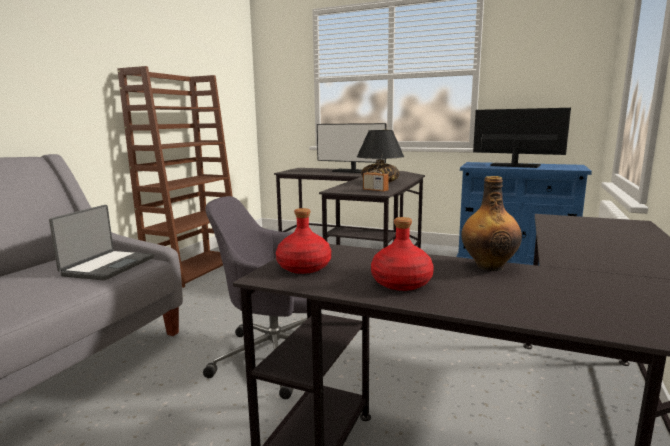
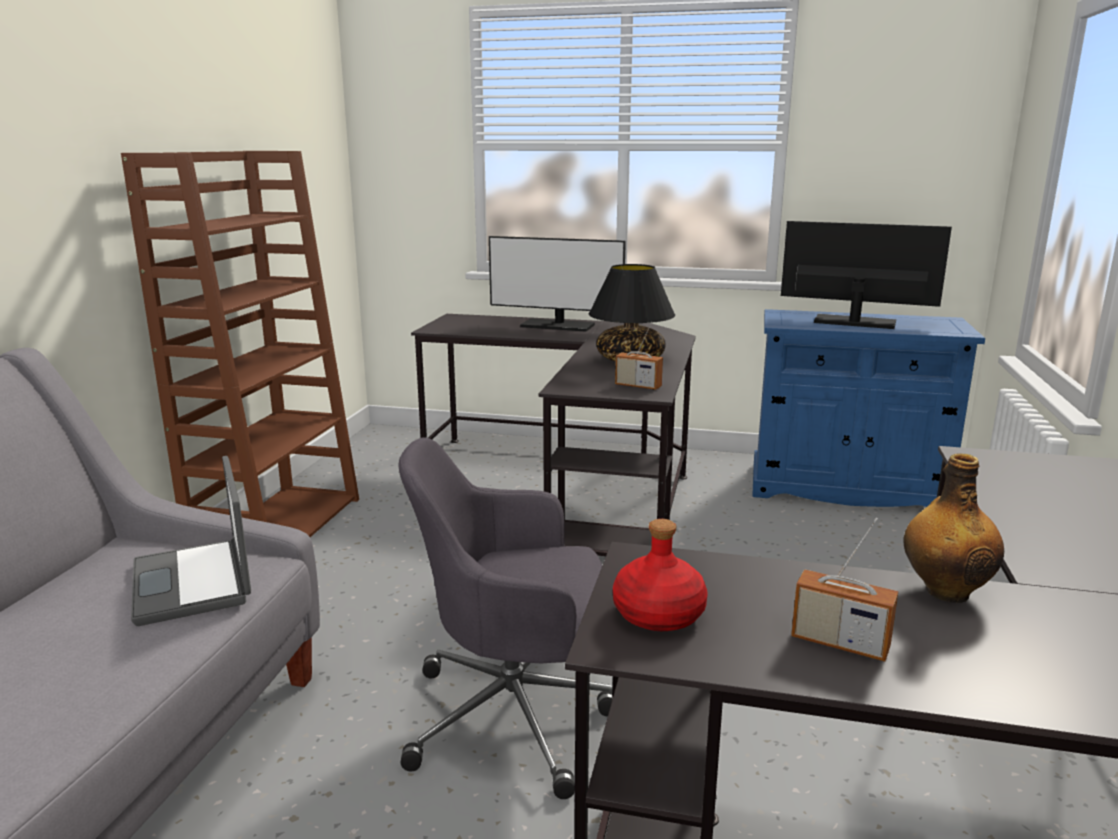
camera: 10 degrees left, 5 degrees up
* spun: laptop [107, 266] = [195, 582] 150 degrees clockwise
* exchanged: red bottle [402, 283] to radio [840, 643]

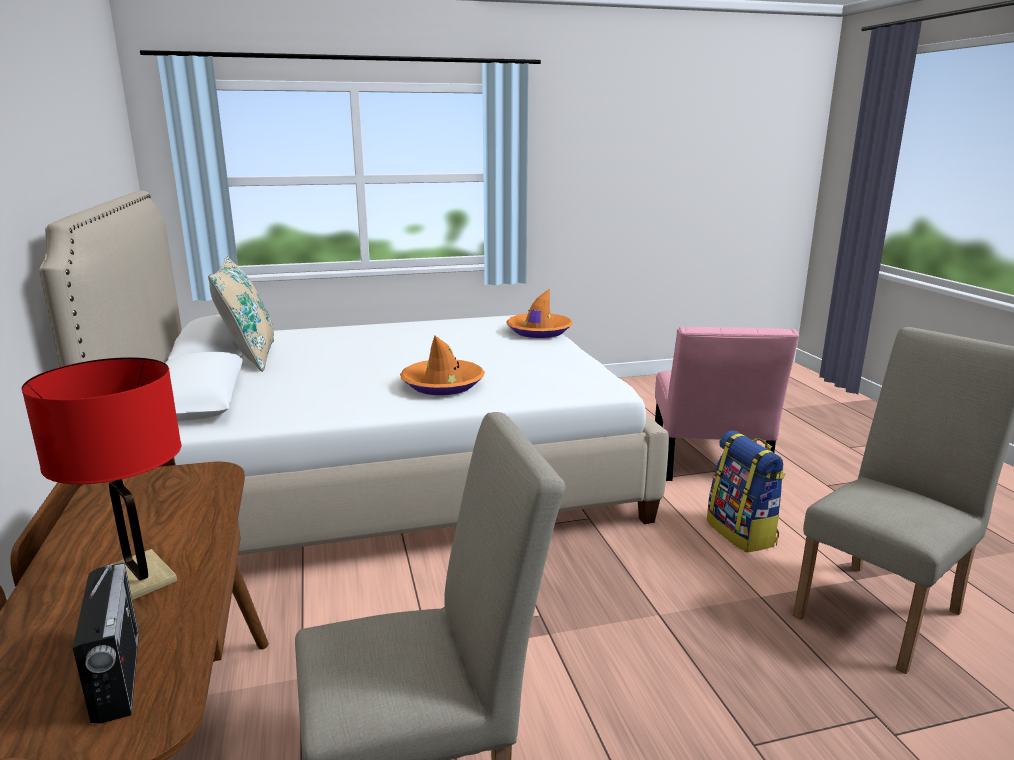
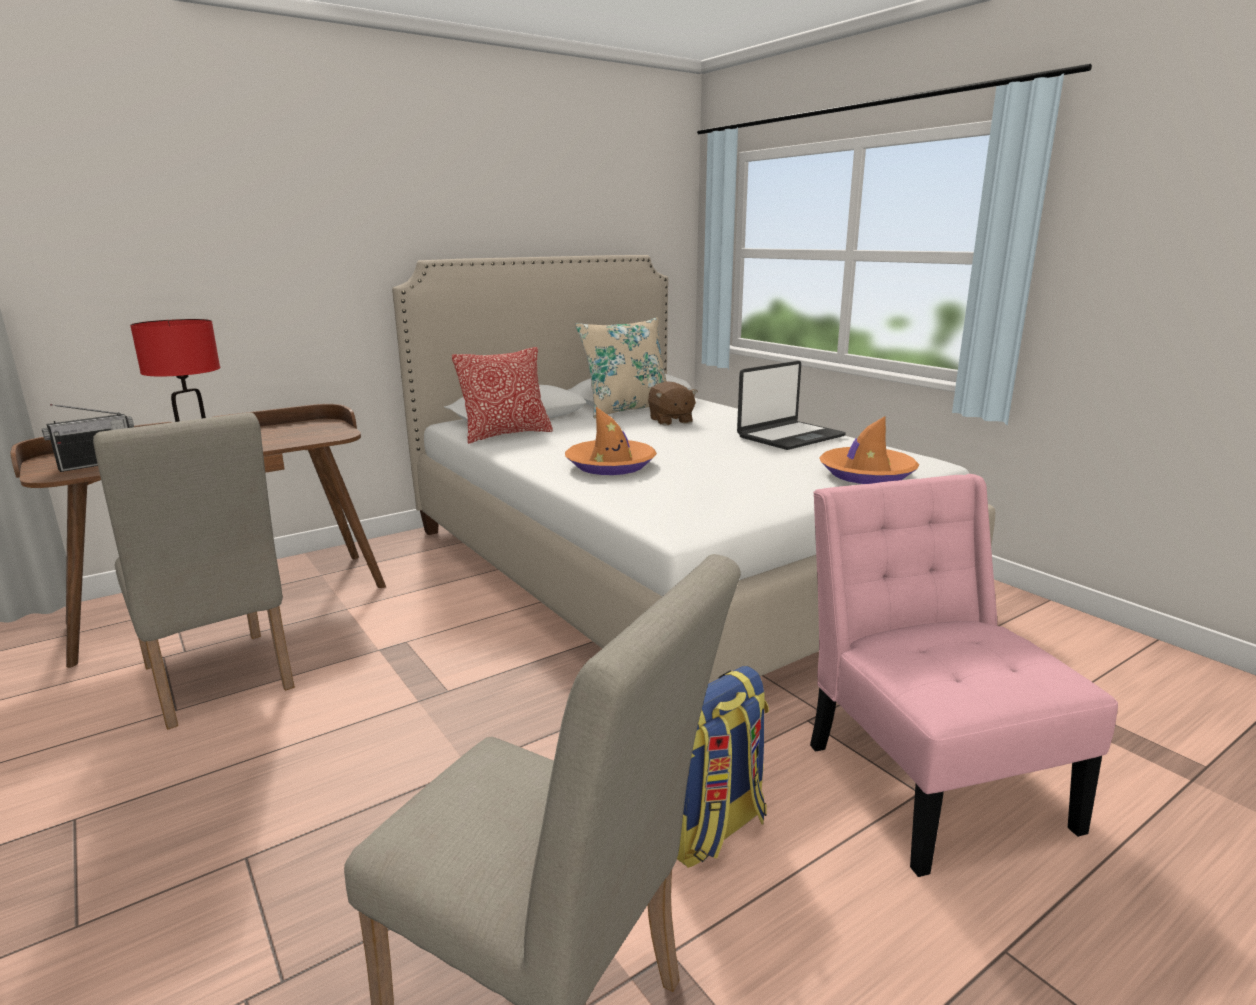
camera: 70 degrees right, 0 degrees up
* appeared: pillow [506, 434]
* appeared: brown plush toy [670, 421]
* appeared: laptop [789, 437]
* spun: pink chair [709, 464] = [928, 776] 90 degrees clockwise

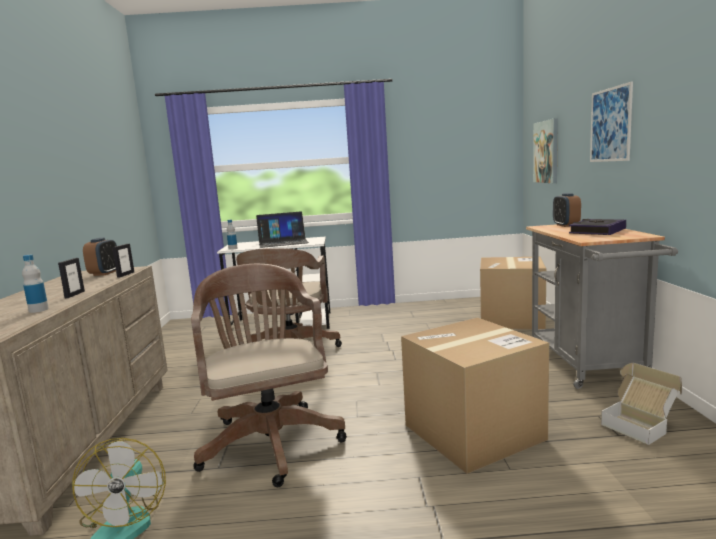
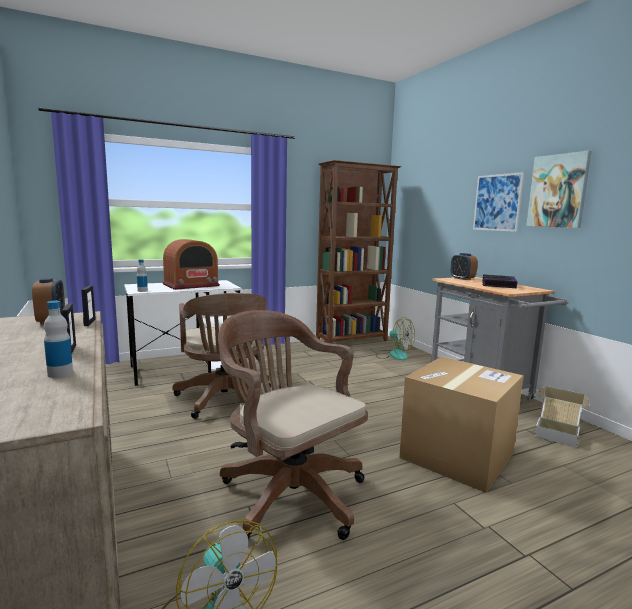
camera: 25 degrees left, 0 degrees up
* exchanged: laptop [283, 242] to radio [191, 285]
* appeared: brown bookcase [352, 341]
* exchanged: cardboard box [511, 319] to fan [393, 355]
* relocated: picture [546, 152] to [558, 191]

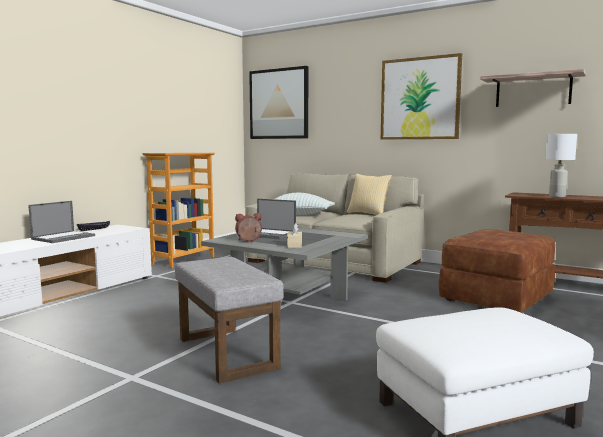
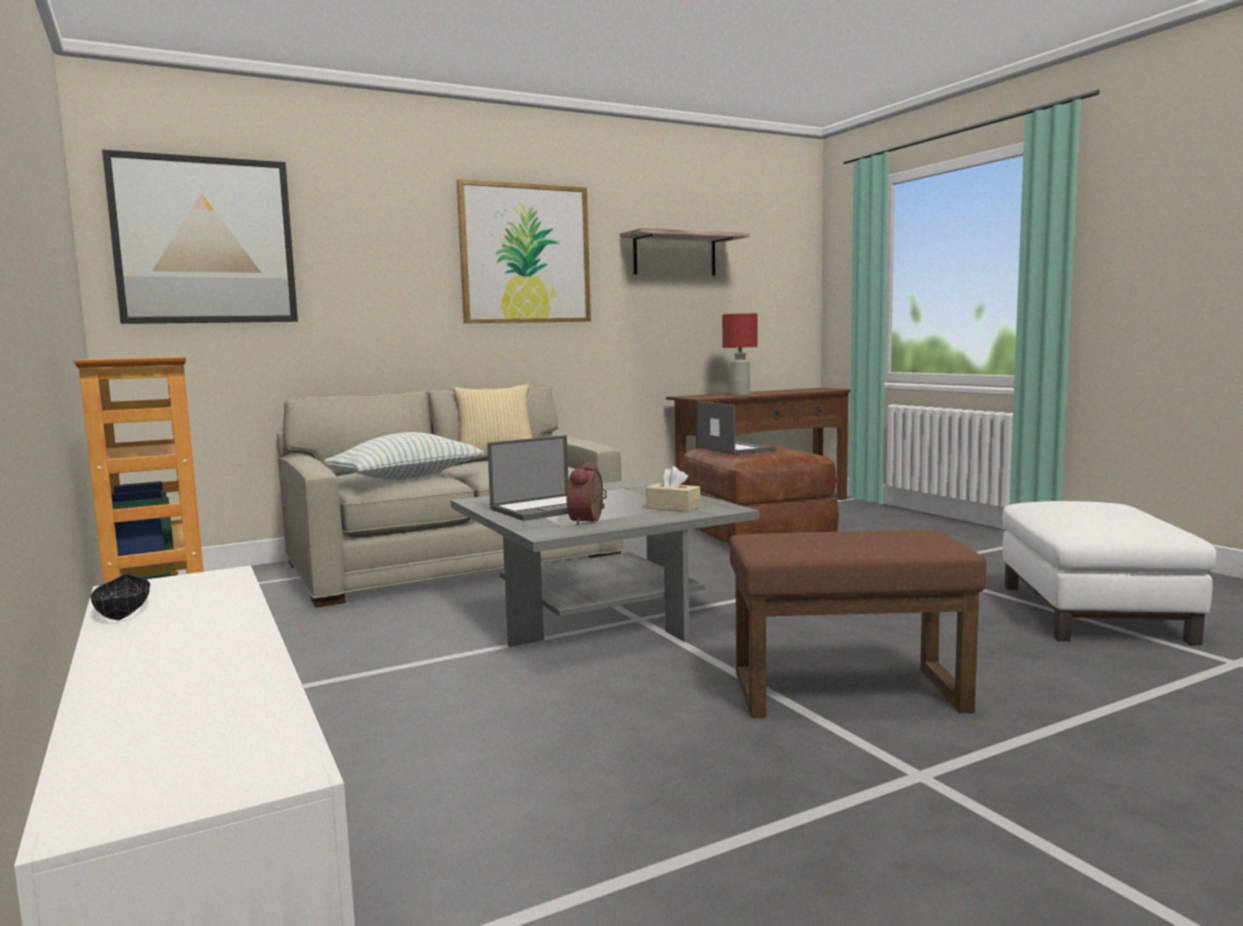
camera: 60 degrees left, 0 degrees up
* relocated: laptop [64, 237] to [734, 449]
* colour: white table lamp [556, 196] to red table lamp [739, 395]
* colour: grey ottoman [225, 352] to brown ottoman [845, 693]

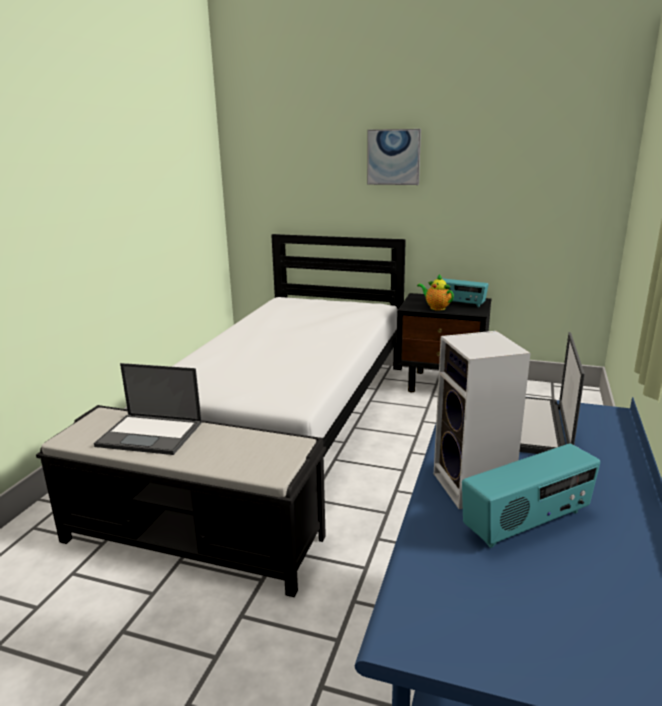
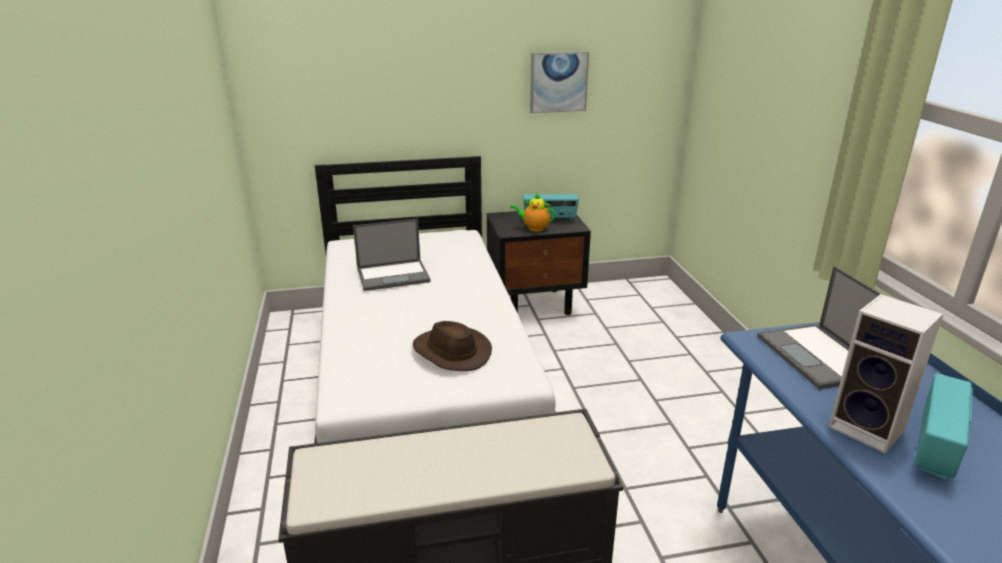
camera: 30 degrees left, 5 degrees up
* relocated: laptop [151, 434] to [394, 275]
* appeared: brown hat [450, 352]
* relocated: picture [393, 157] to [558, 82]

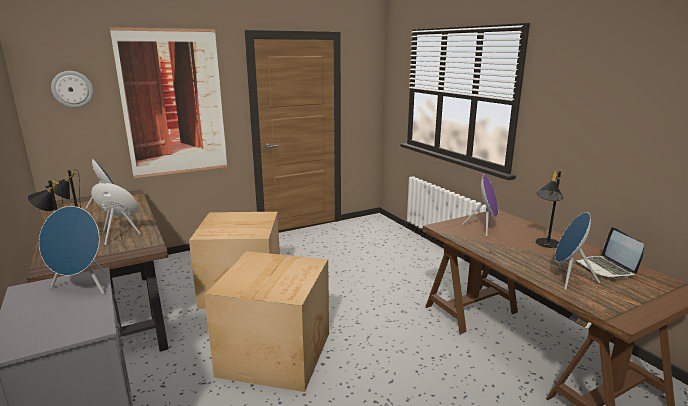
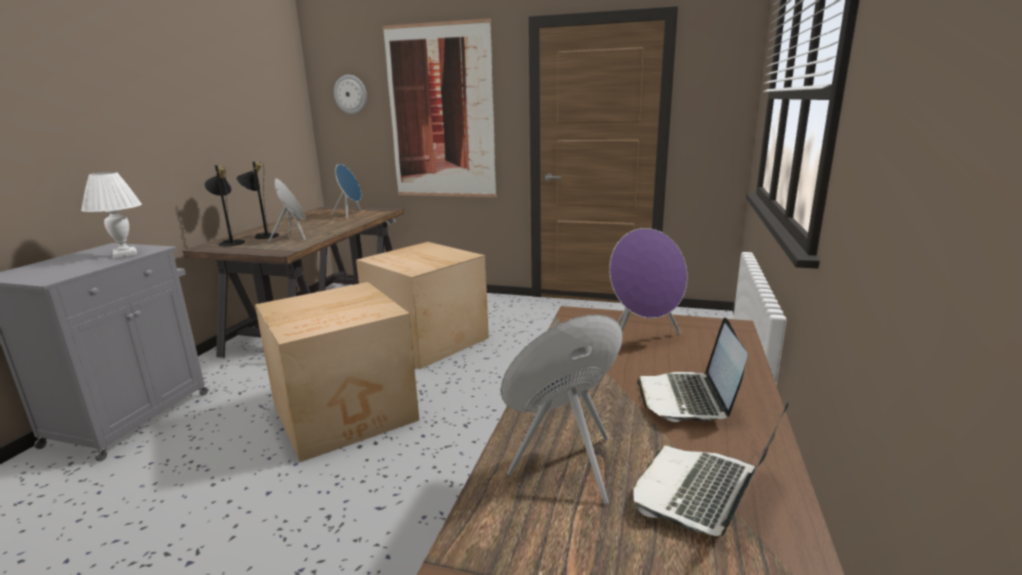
camera: 45 degrees right, 0 degrees up
* exchanged: blue speaker [82, 287] to white table lamp [125, 254]
* exchanged: black table lamp [545, 244] to laptop [688, 398]

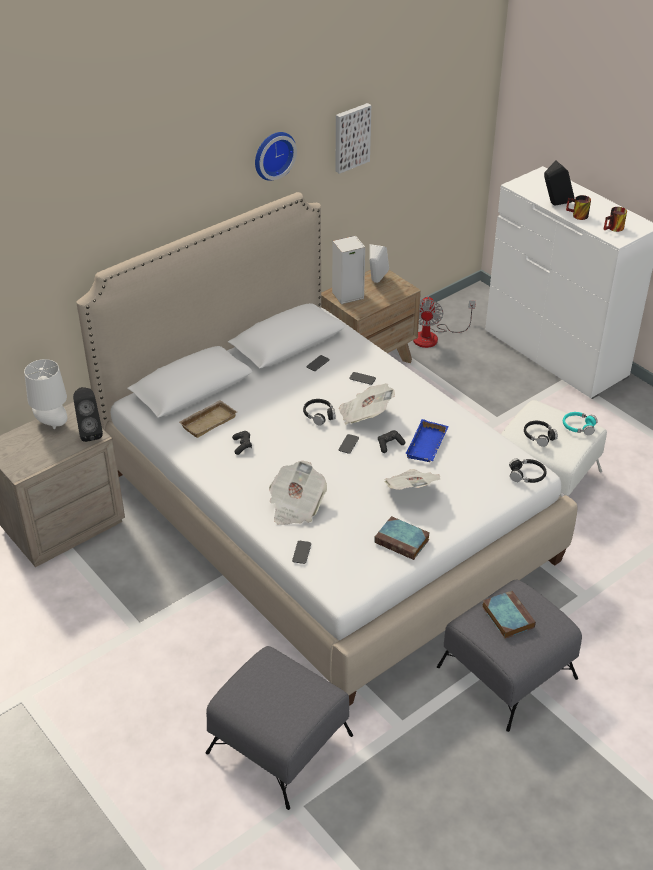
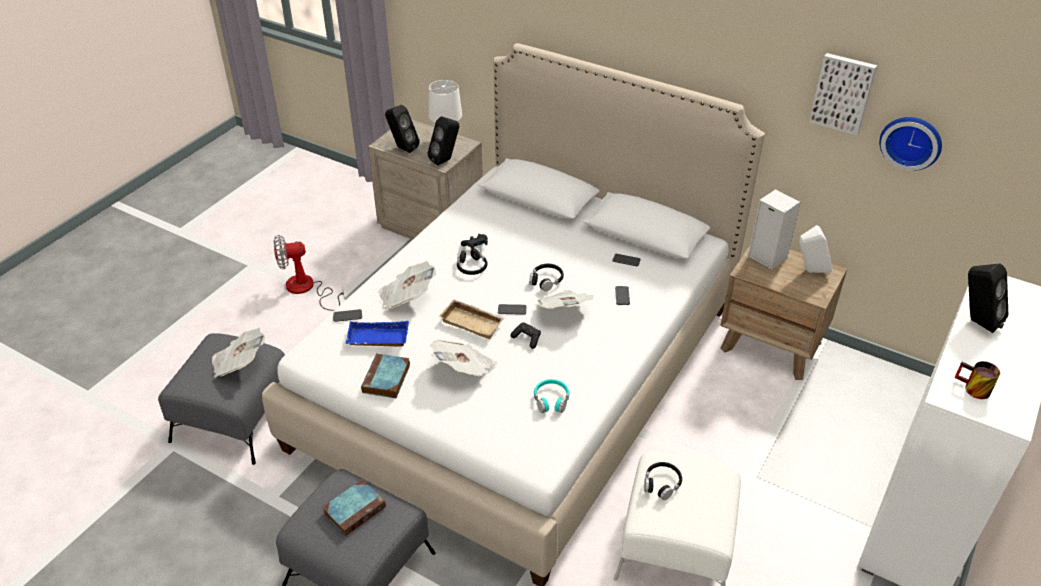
camera: 70 degrees right, 0 degrees up
* appeared: newspaper [239, 364]
* relocated: fan [433, 337] to [307, 289]
* relocated: blue tray [428, 446] to [377, 339]
* appeared: black speaker [402, 148]
* relocated: beige tray [208, 421] to [473, 322]
* relocated: black headphones [527, 475] to [471, 267]
* relocated: turquoise headphones [578, 427] to [551, 400]
* relocated: wall clock [272, 154] to [911, 141]
* missing: mug [577, 215]

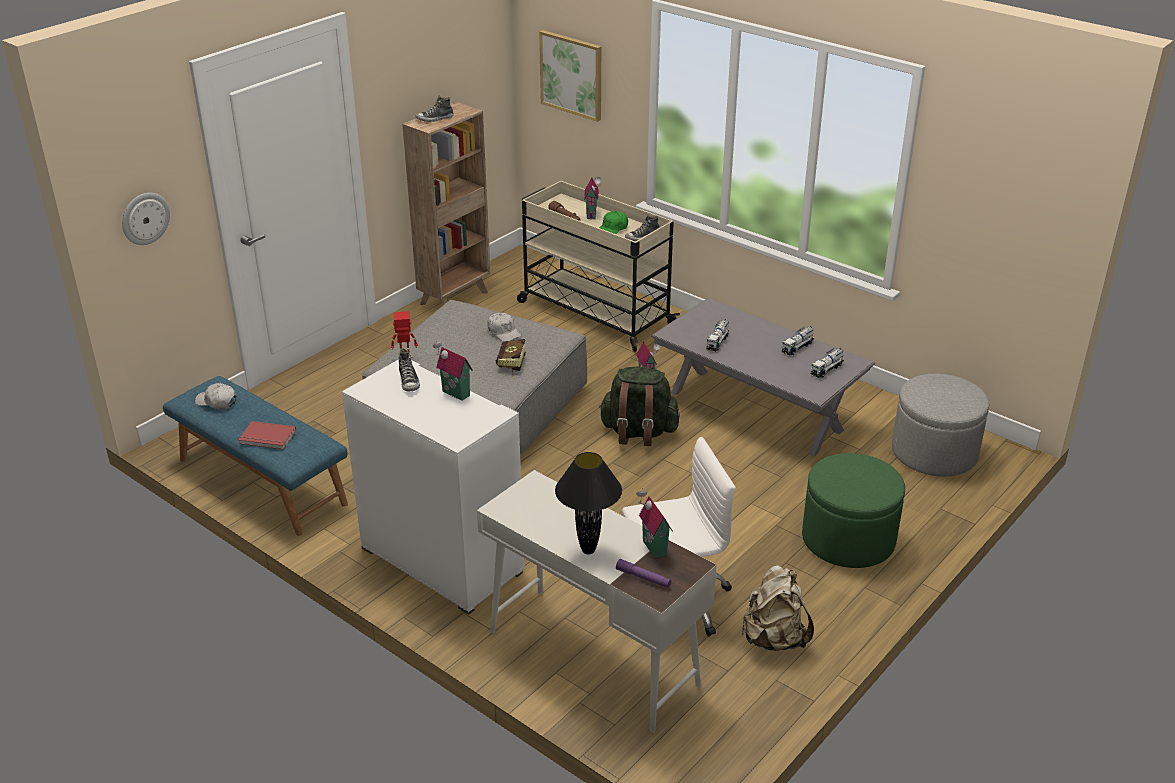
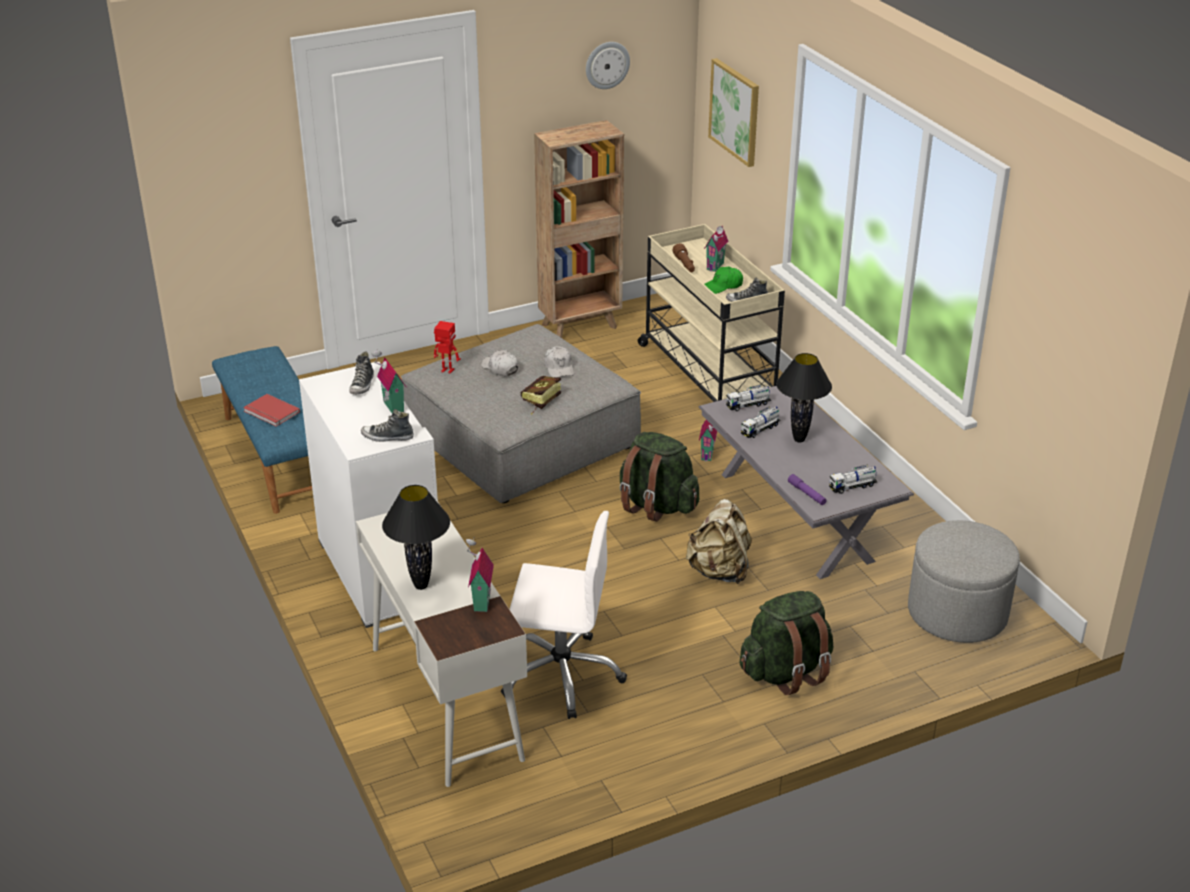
camera: 25 degrees right, 0 degrees up
* relocated: shoe [435, 119] to [387, 437]
* relocated: white cap [217, 402] to [500, 368]
* relocated: wall clock [145, 218] to [607, 65]
* relocated: beige backpack [774, 639] to [719, 571]
* relocated: toy truck [797, 347] to [748, 405]
* exchanged: green ottoman [848, 539] to green backpack [786, 672]
* appeared: black table lamp [799, 439]
* relocated: purple flashlight [643, 578] to [807, 493]

